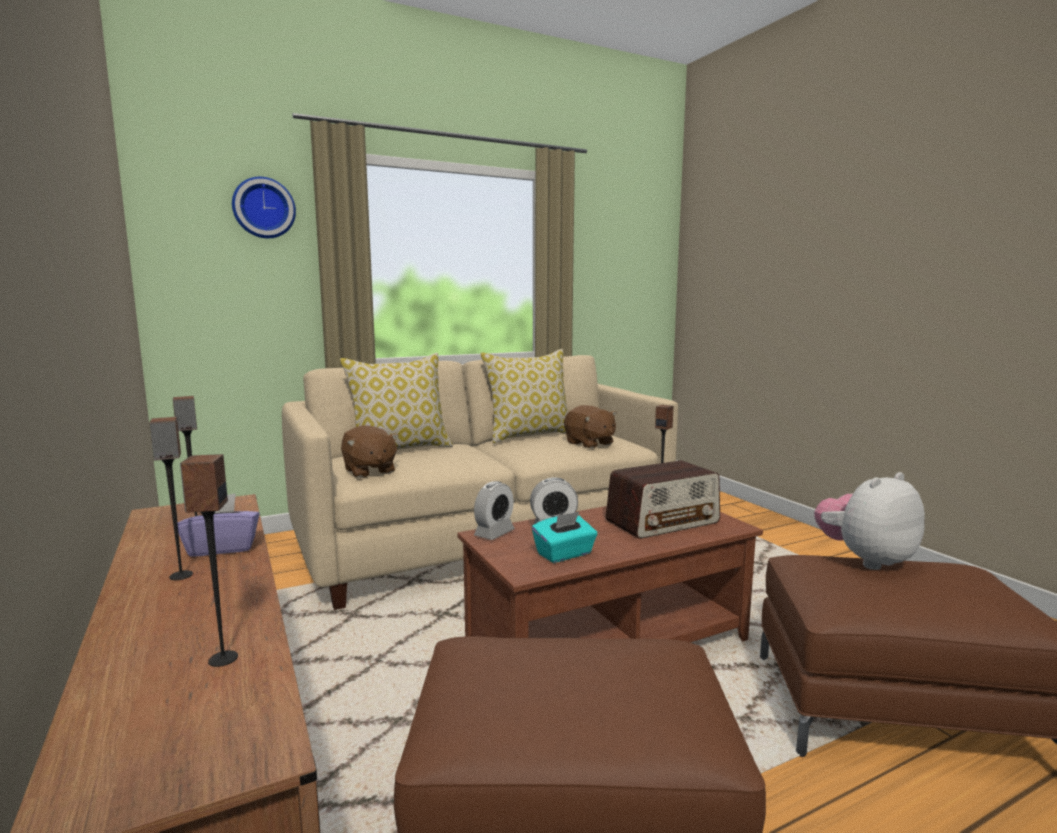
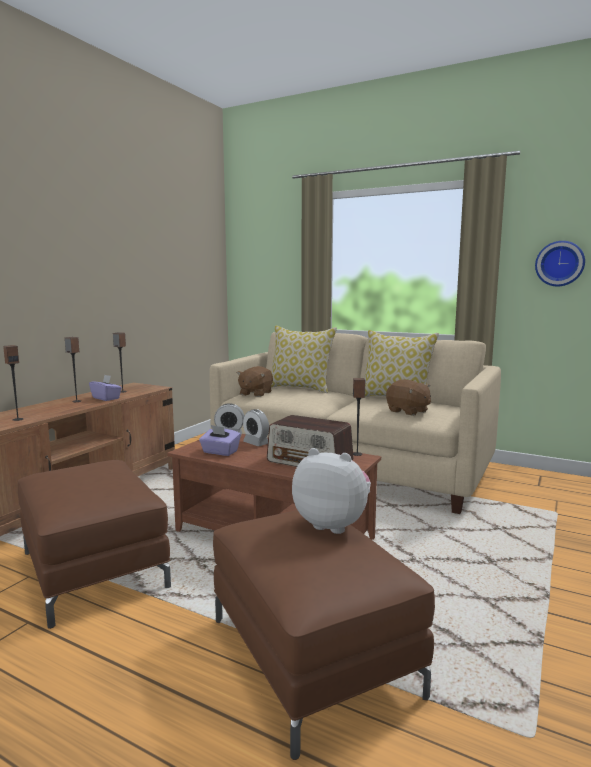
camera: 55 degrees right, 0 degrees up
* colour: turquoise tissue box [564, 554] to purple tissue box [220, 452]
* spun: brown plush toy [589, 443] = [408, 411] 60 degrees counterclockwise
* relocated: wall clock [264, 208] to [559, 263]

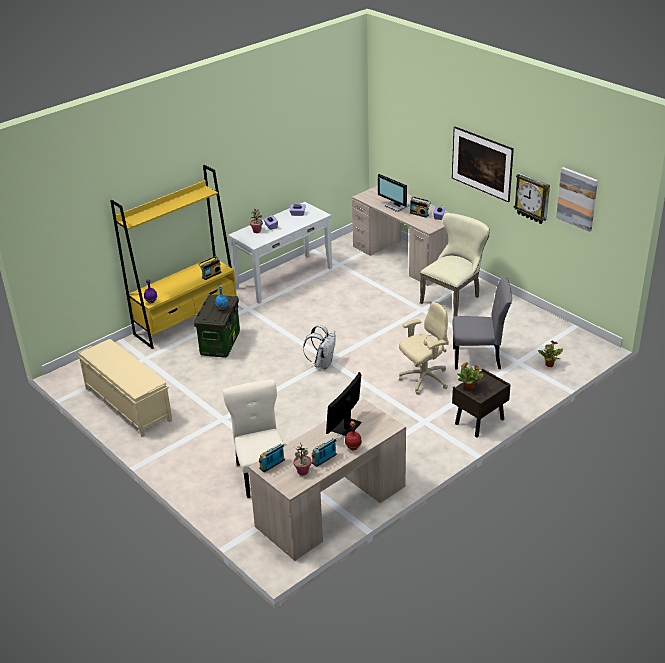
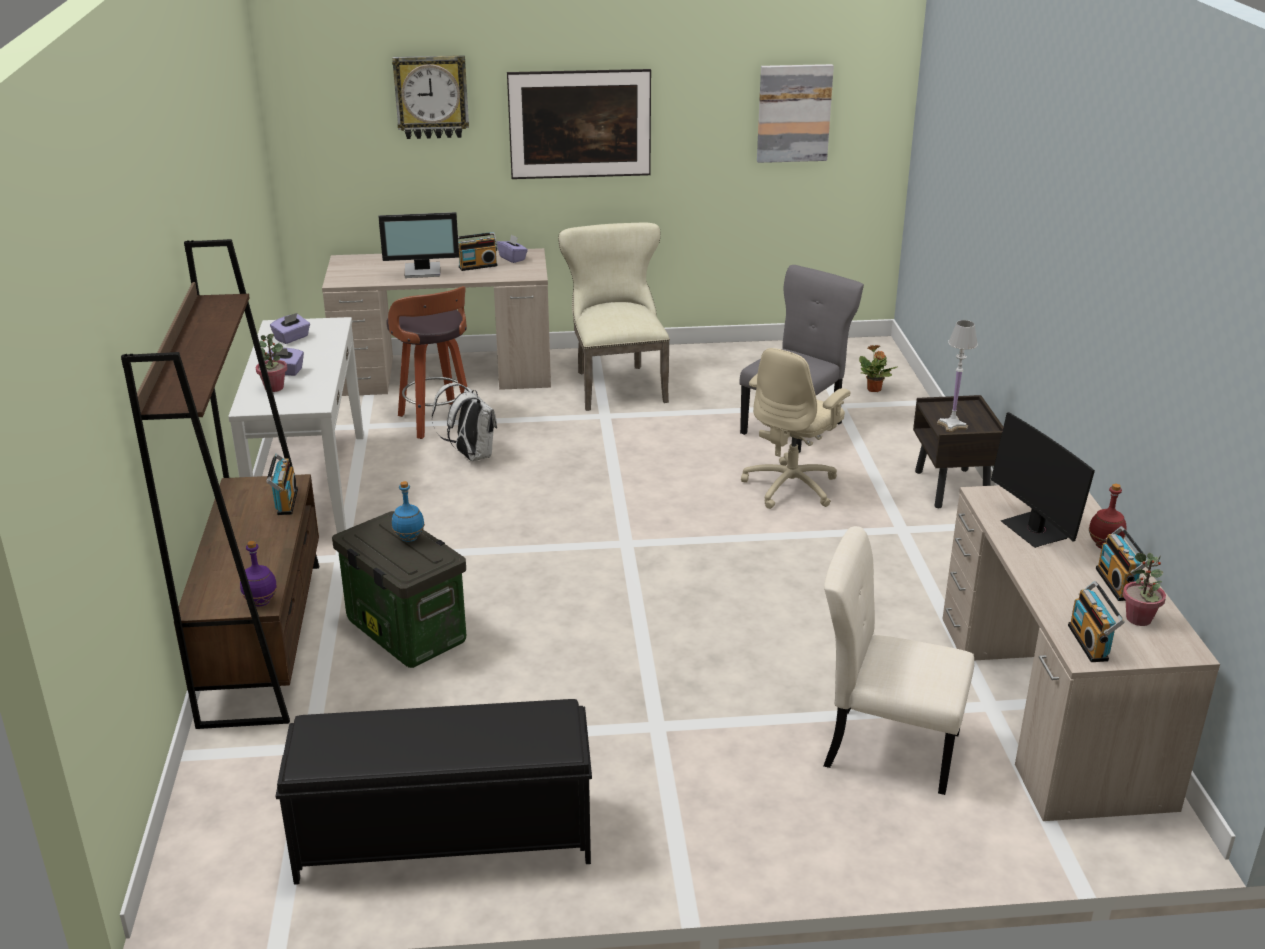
camera: 55 degrees left, 5 degrees down
* colour: yellow bookcase [187, 320] to brown bookcase [263, 640]
* colour: beige bench [127, 404] to black bench [442, 838]
* appeared: stool [437, 422]
* relocated: wall clock [532, 198] to [431, 96]
* relocated: white backpack [322, 363] to [471, 455]
* spun: beige office chair [424, 379] = [792, 487] 150 degrees counterclockwise
* exchanged: potted plant [469, 387] to white table lamp [952, 426]

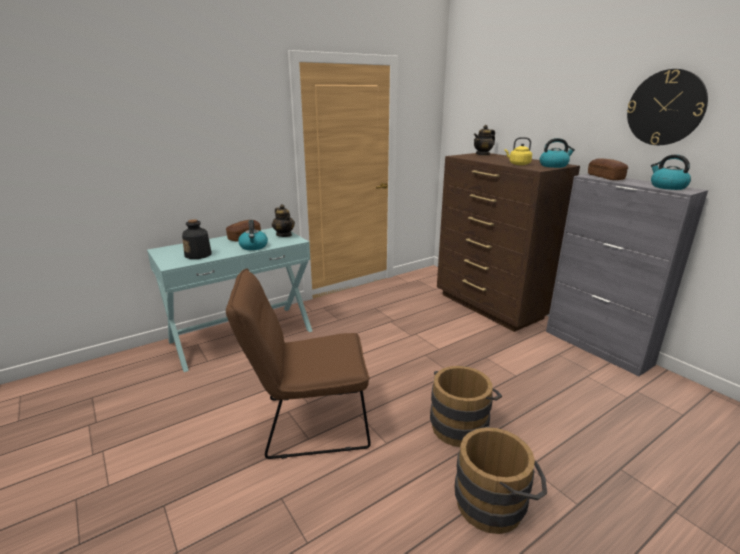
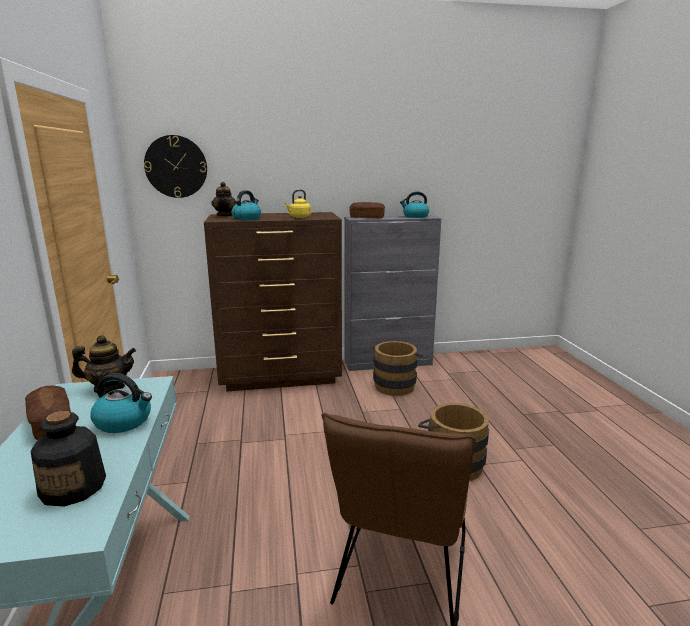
camera: 65 degrees left, 5 degrees down
* relocated: wall clock [665, 108] to [176, 166]
* relocated: kettle [554, 166] to [247, 218]
* relocated: brown bucket [496, 503] to [395, 384]

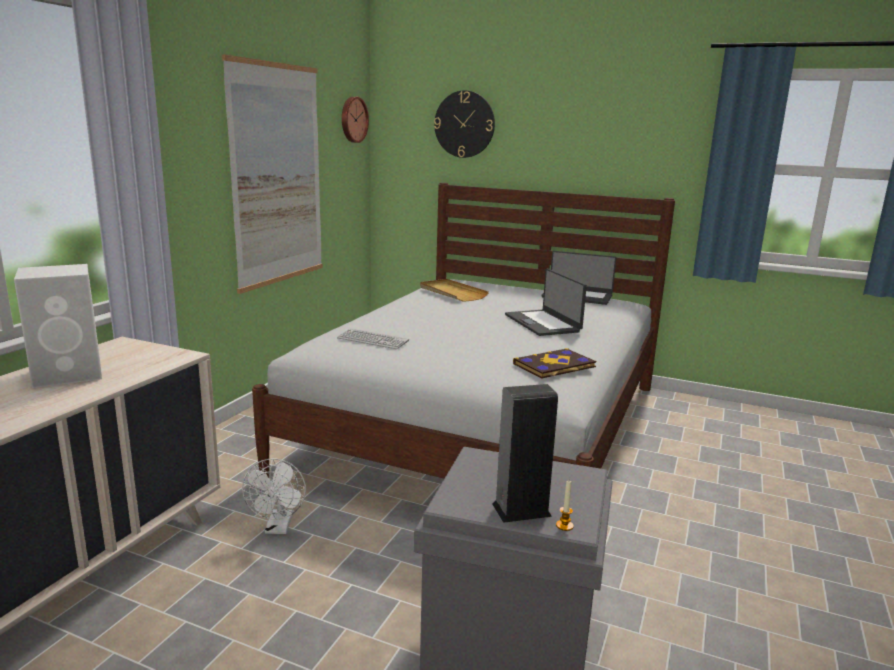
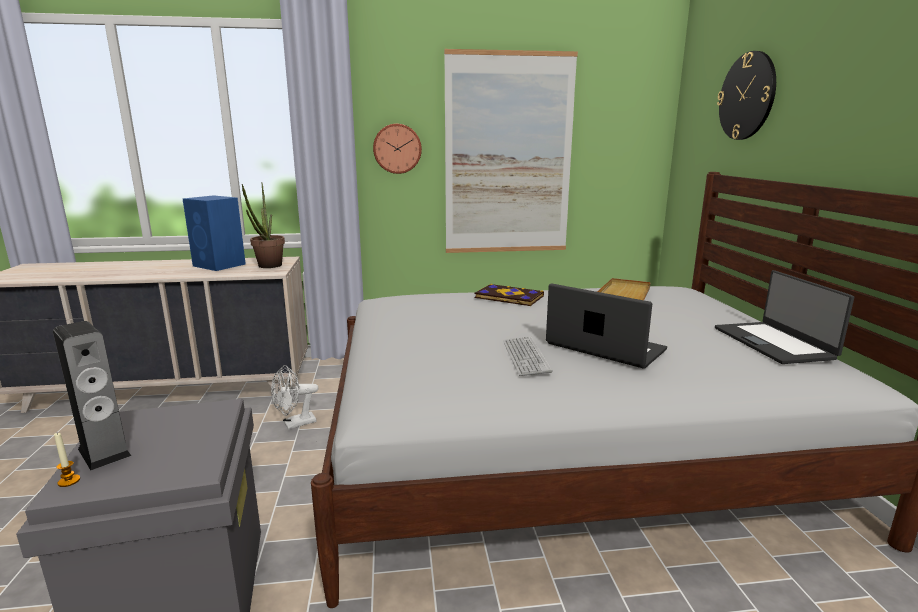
camera: 60 degrees right, 0 degrees up
* colour: white speaker [70, 374] to blue speaker [220, 265]
* appeared: potted plant [268, 267]
* relocated: wall clock [353, 119] to [397, 148]
* relocated: book [555, 366] to [508, 297]
* relocated: keyboard [372, 340] to [525, 357]
* spun: laptop [543, 323] = [604, 348] 90 degrees clockwise

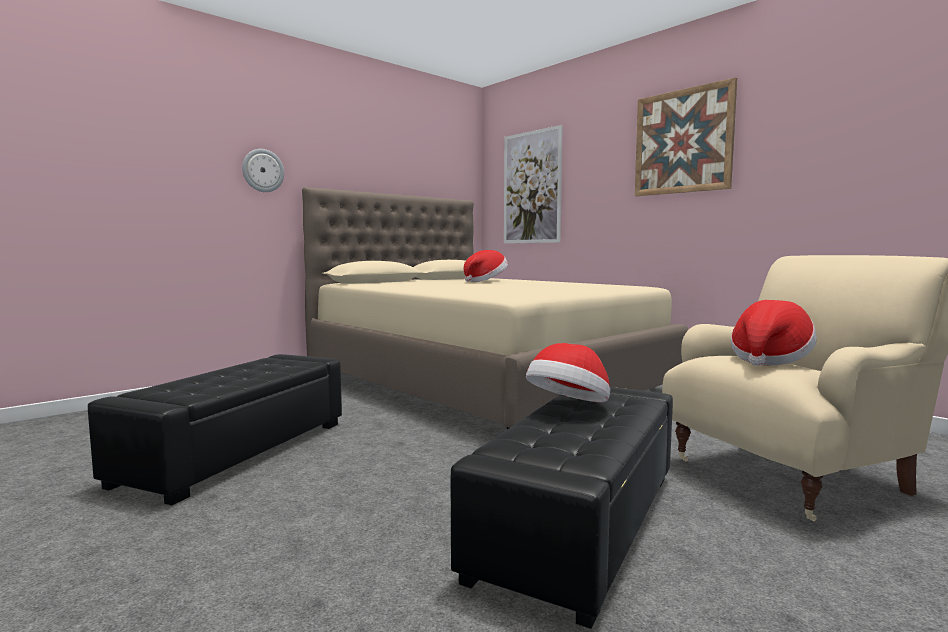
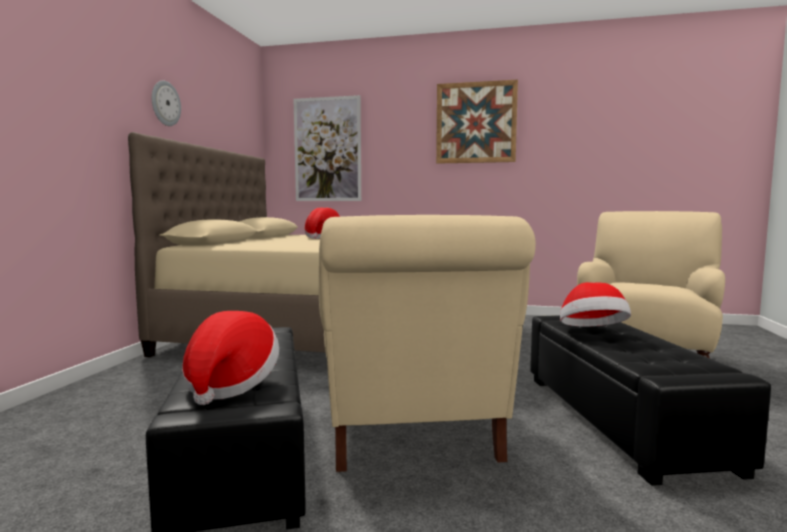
camera: 35 degrees left, 0 degrees up
* relocated: wall clock [263, 170] to [165, 103]
* relocated: hat [769, 360] to [230, 385]
* appeared: beige armchair [411, 432]

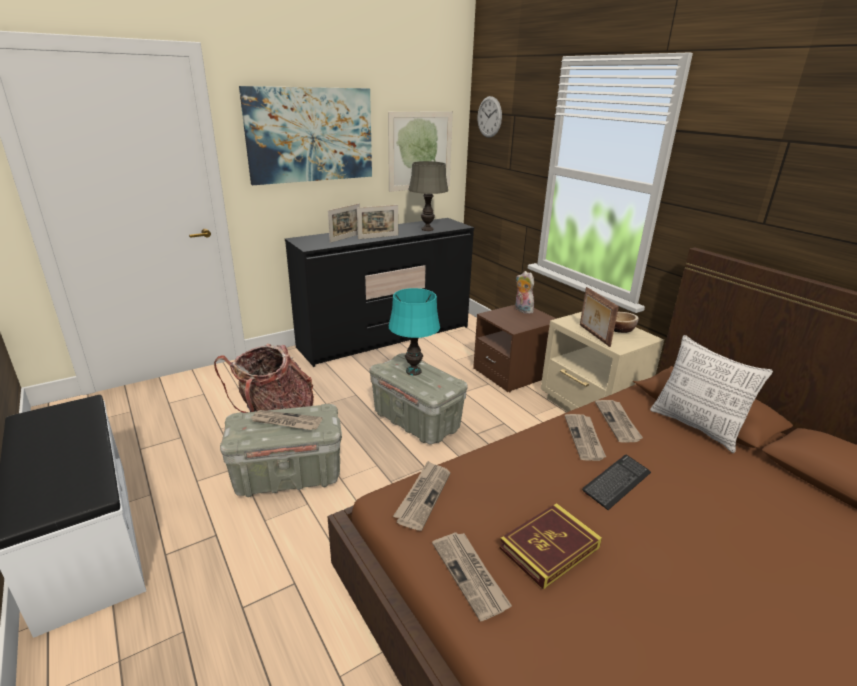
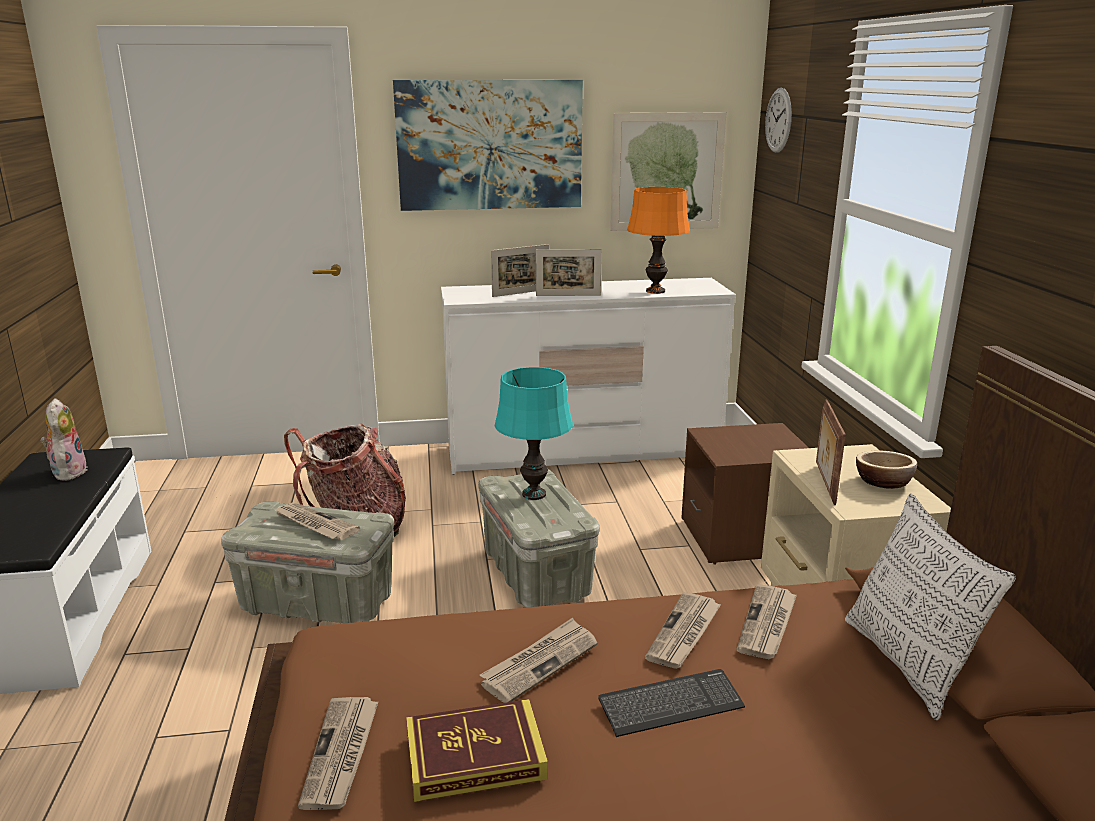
camera: 25 degrees right, 5 degrees down
* relocated: plush toy [522, 310] to [68, 472]
* colour: black dresser [386, 337] to white dresser [584, 452]
* relocated: newspaper [423, 496] to [540, 663]
* colour: grey table lamp [427, 229] to orange table lamp [655, 291]

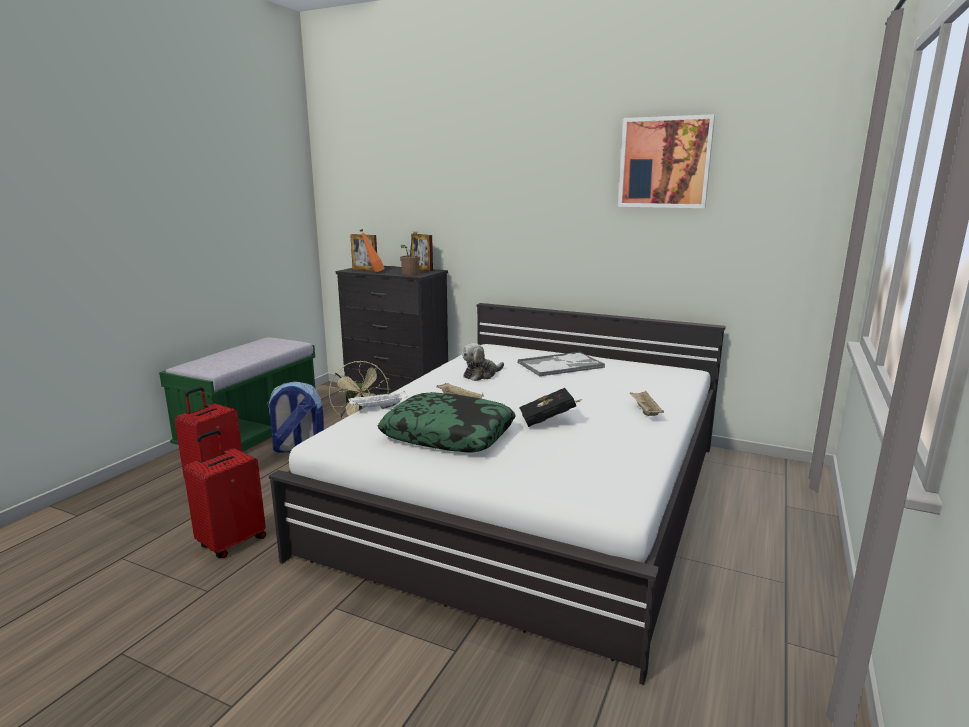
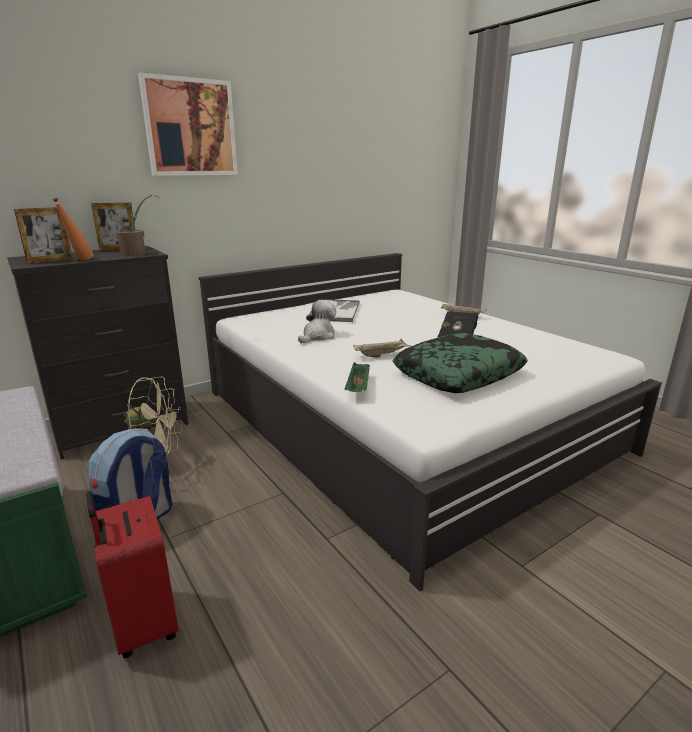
camera: 60 degrees left, 5 degrees up
* relocated: picture [664, 162] to [190, 128]
* spun: plush toy [481, 375] = [318, 336] 135 degrees counterclockwise
* colour: white tray [378, 408] to green tray [358, 388]
* missing: red suitcase [231, 542]

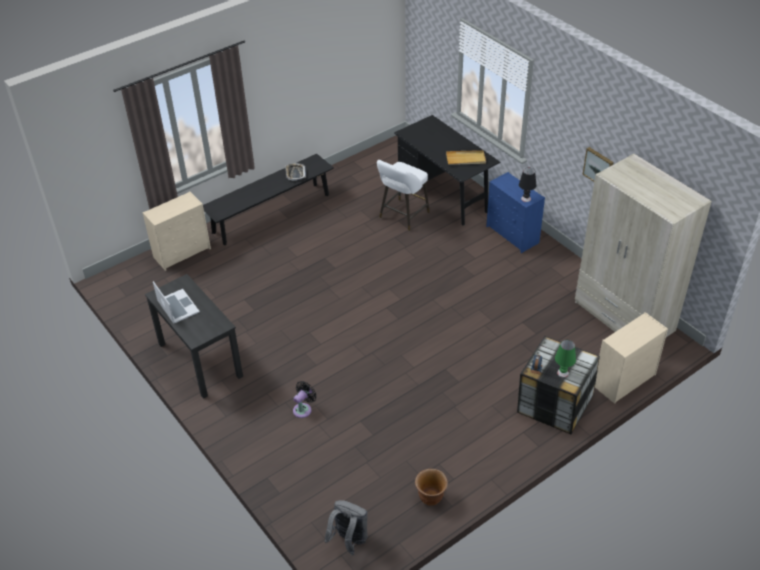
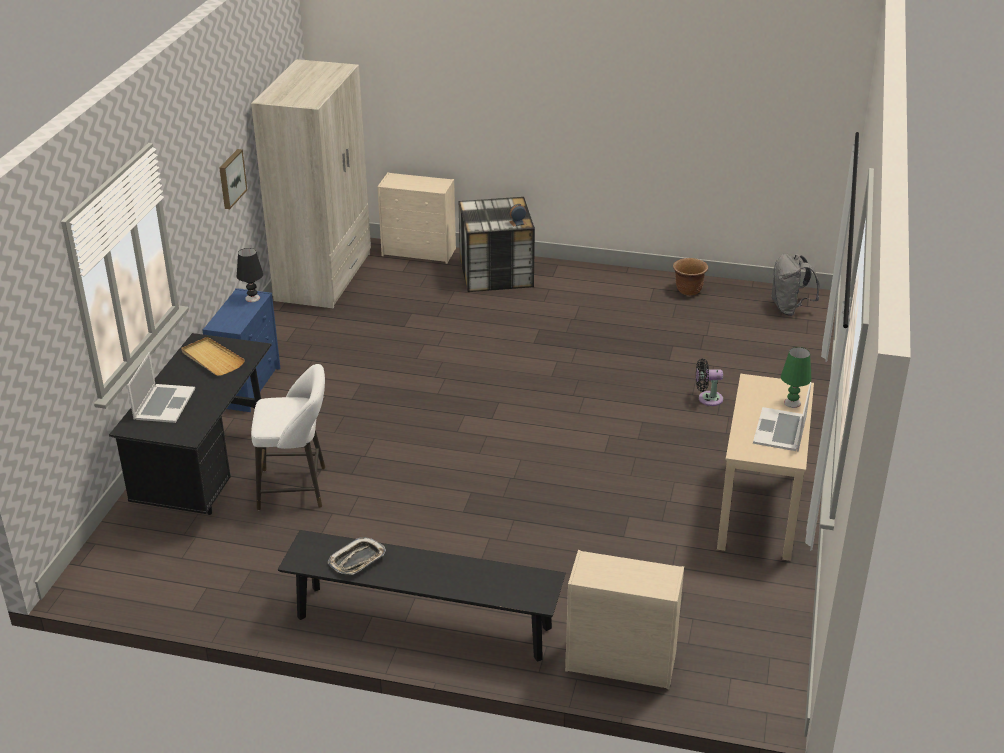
camera: 130 degrees left, 10 degrees down
* appeared: laptop [164, 404]
* colour: black desk [200, 360] to beige desk [759, 509]
* relocated: green table lamp [563, 373] to [792, 403]

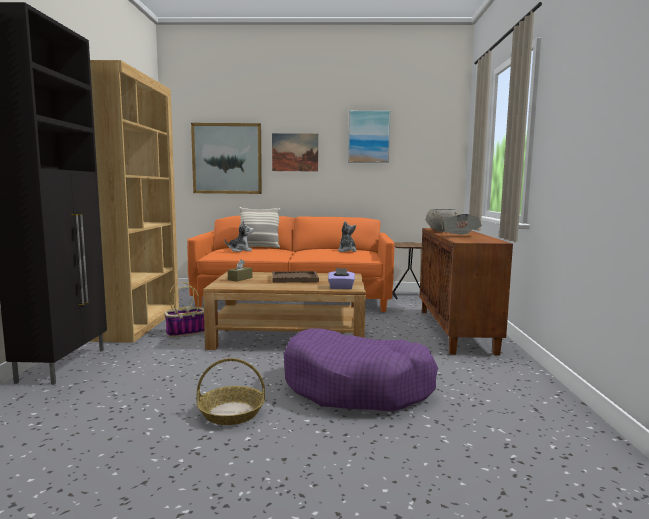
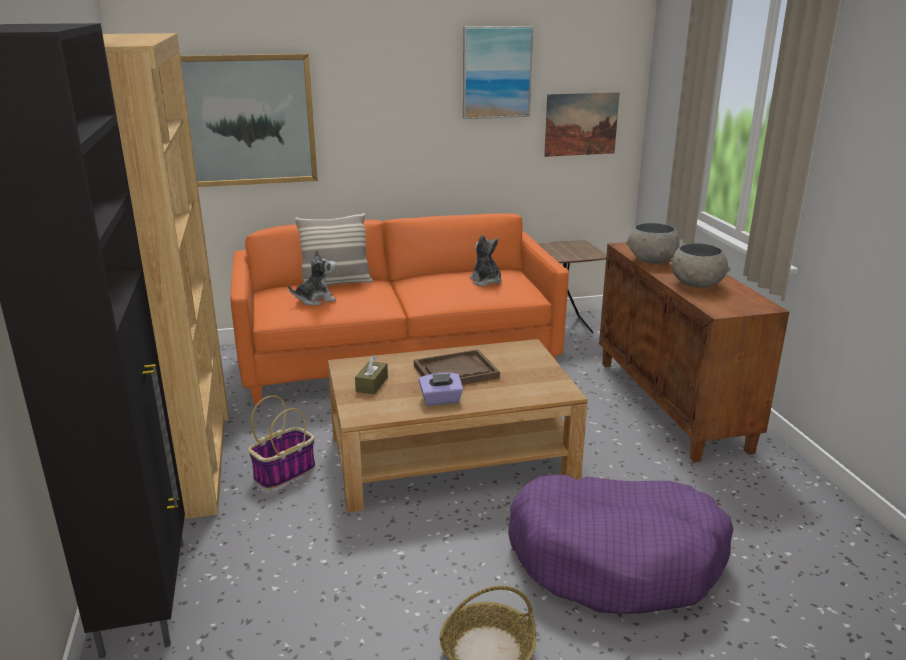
camera: 15 degrees left, 15 degrees up
* relocated: purple tissue box [341, 288] to [441, 400]
* relocated: picture [295, 152] to [581, 124]
* exchanged: newspaper [460, 236] to grey bowl [696, 284]

